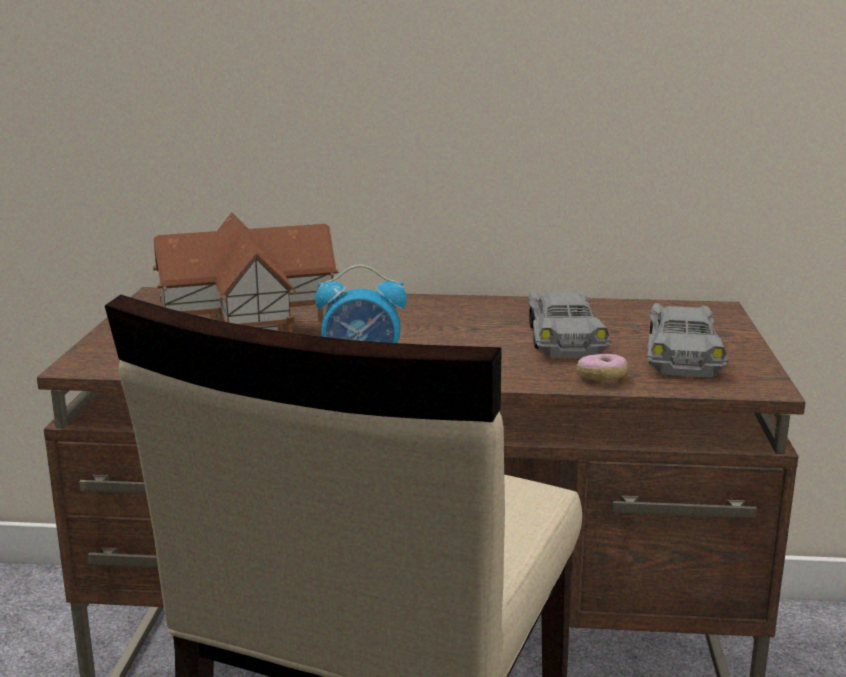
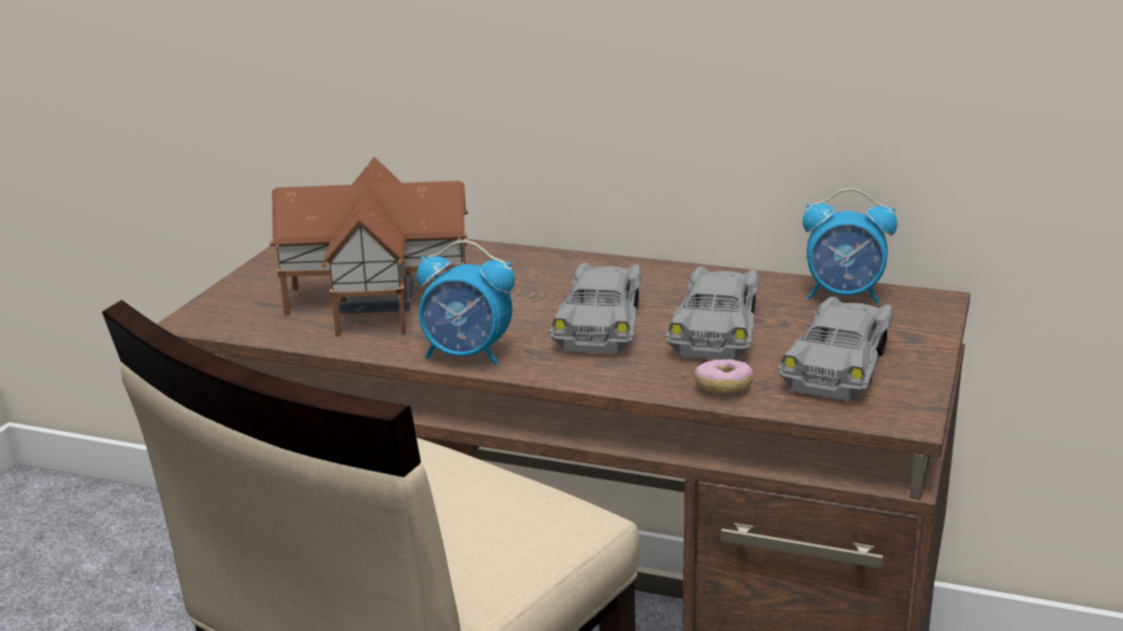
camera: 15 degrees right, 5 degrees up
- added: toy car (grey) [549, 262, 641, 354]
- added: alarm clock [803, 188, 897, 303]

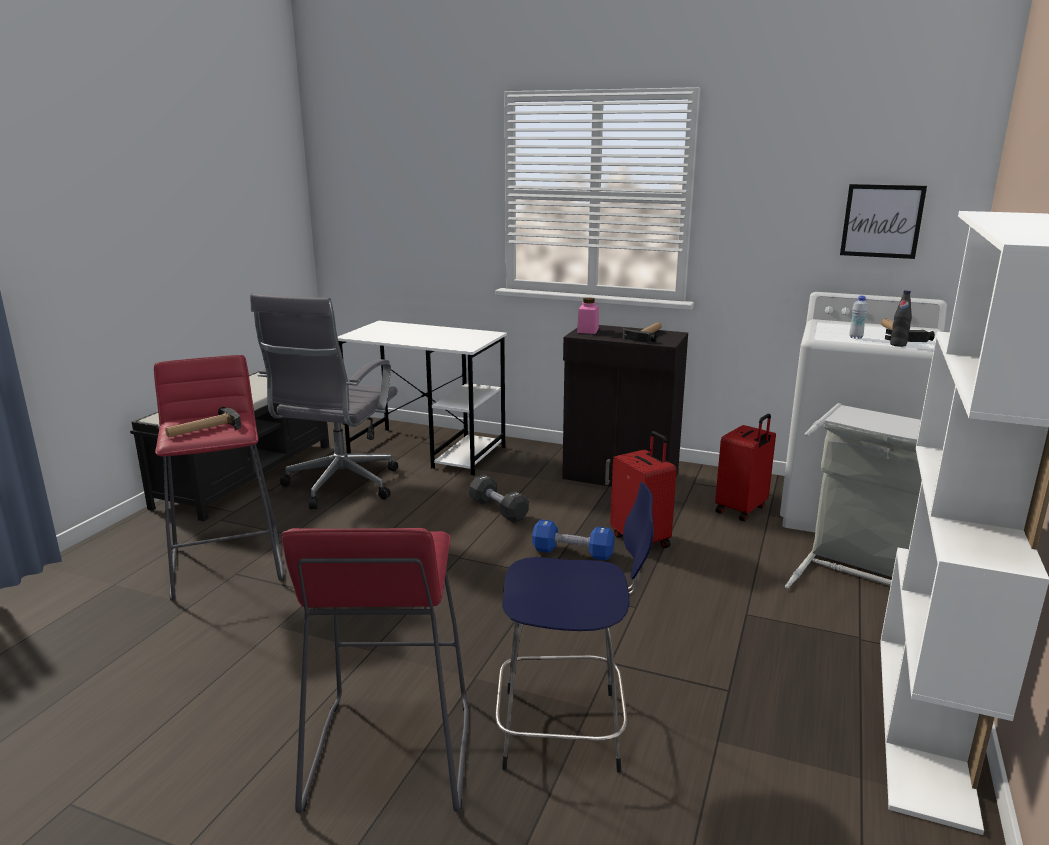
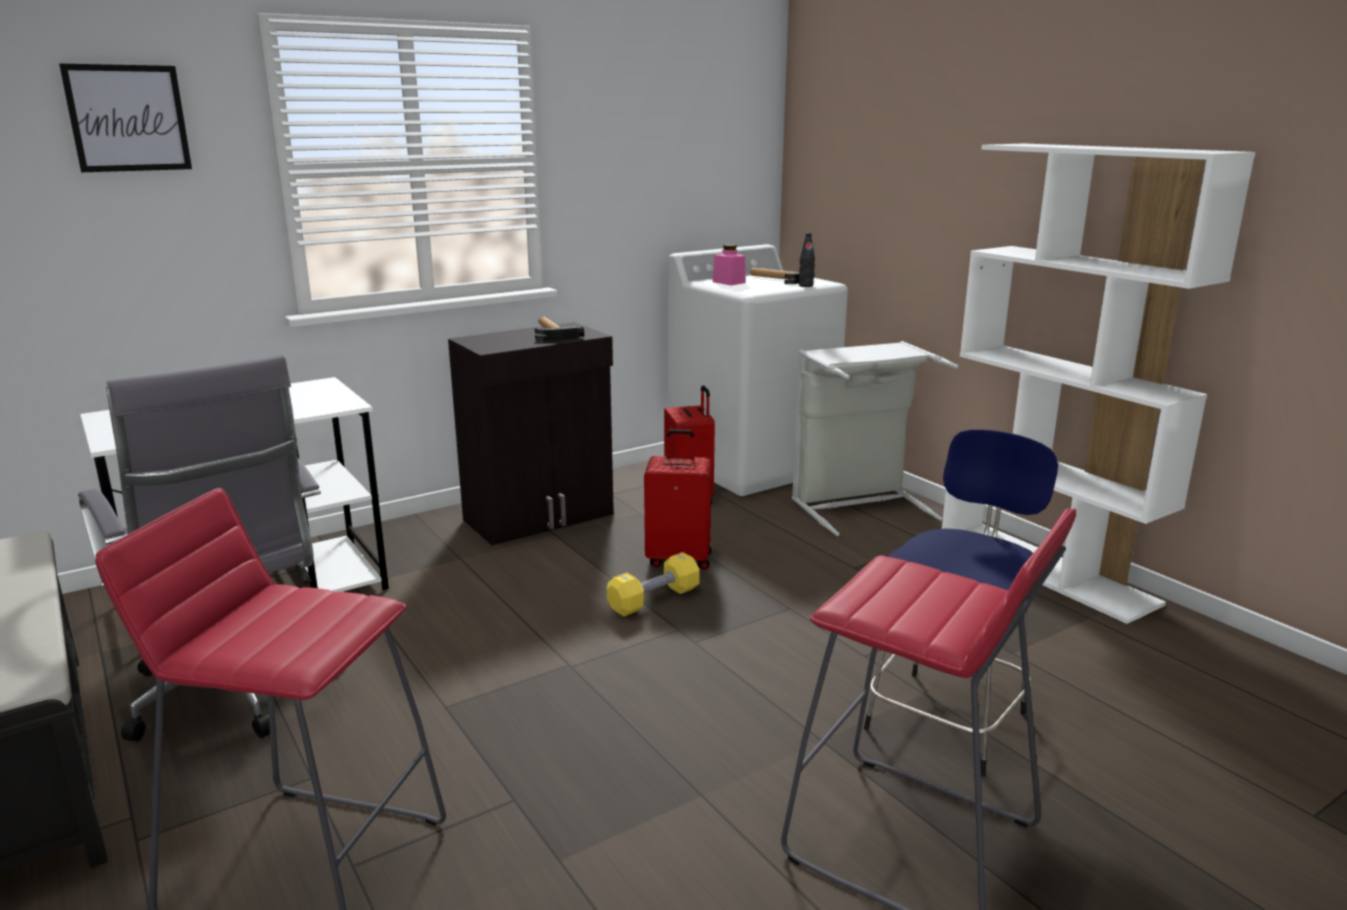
camera: 55 degrees left, 0 degrees up
- moved: picture [840, 184, 927, 259] to [59, 64, 192, 172]
- recoloured: dumbbell (blue) [532, 520, 615, 561] to dumbbell (yellow) [607, 552, 700, 616]
- moved: jar (pink) [577, 298, 599, 334] to [713, 244, 746, 286]
- removed: hammer [165, 407, 241, 438]
- removed: dumbbell (black) [469, 474, 529, 523]
- removed: bottle (white) [849, 296, 868, 339]

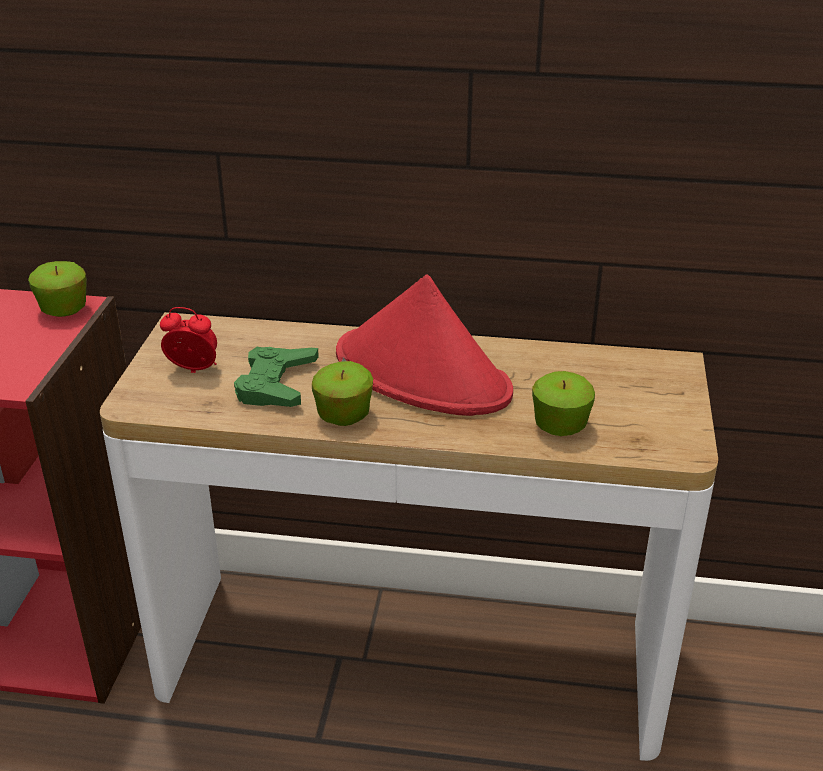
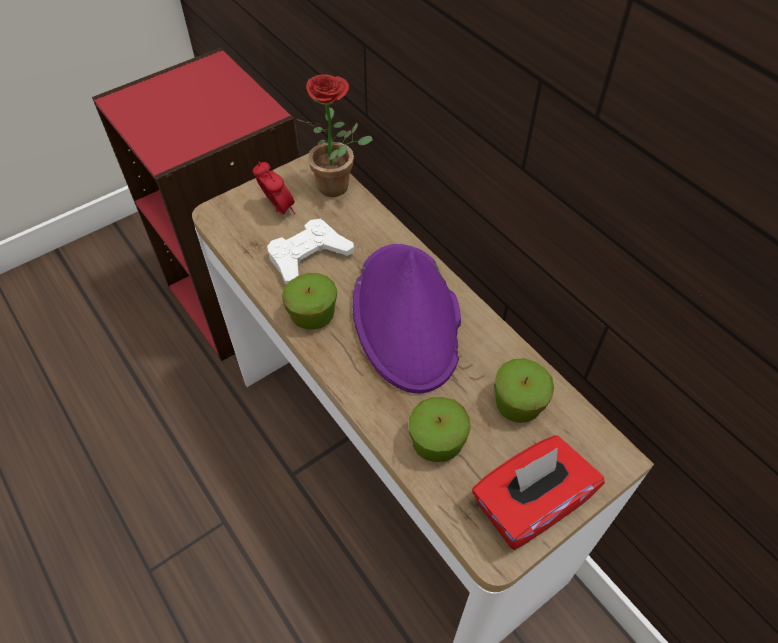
camera: 45 degrees right, 20 degrees up
- recoloured: game controller (green) [234, 347, 319, 407] to game controller (white) [267, 219, 354, 285]
- added: potted plant [299, 75, 373, 197]
- recoloured: hat (red) [336, 274, 513, 416] to hat (purple) [352, 244, 461, 393]
- added: tissue box (red) [472, 435, 605, 550]
- moved: apple [28, 261, 87, 317] to [494, 358, 554, 423]

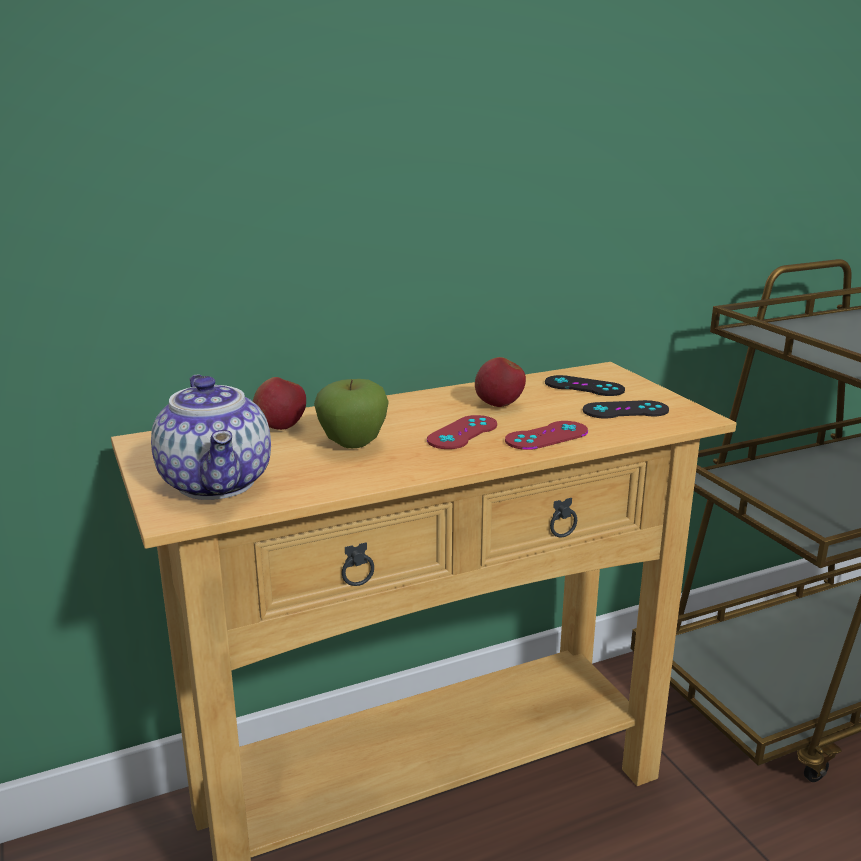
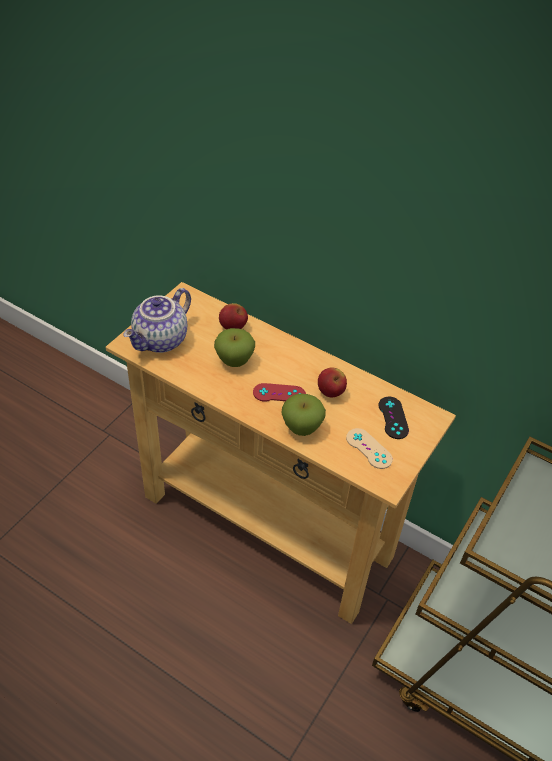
camera: 55 degrees right, 25 degrees up
- replaced: game controller (red) [505, 421, 588, 450] to apple [281, 393, 326, 436]
- recoloured: game controller (black) [583, 400, 669, 418] to game controller (beige) [346, 428, 393, 469]

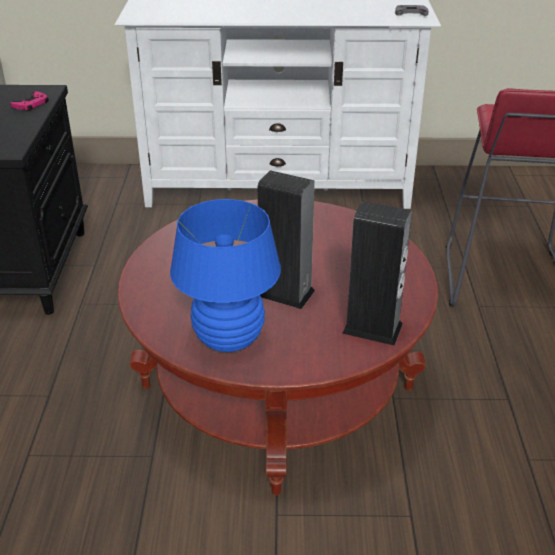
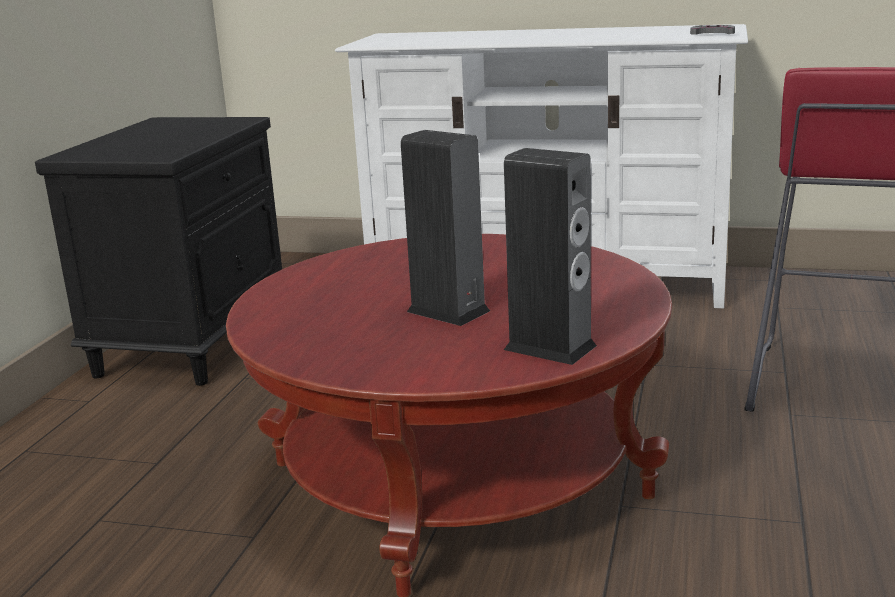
camera: 15 degrees right, 15 degrees down
- removed: game controller (pink) [10, 91, 49, 111]
- removed: table lamp (blue) [170, 199, 281, 352]

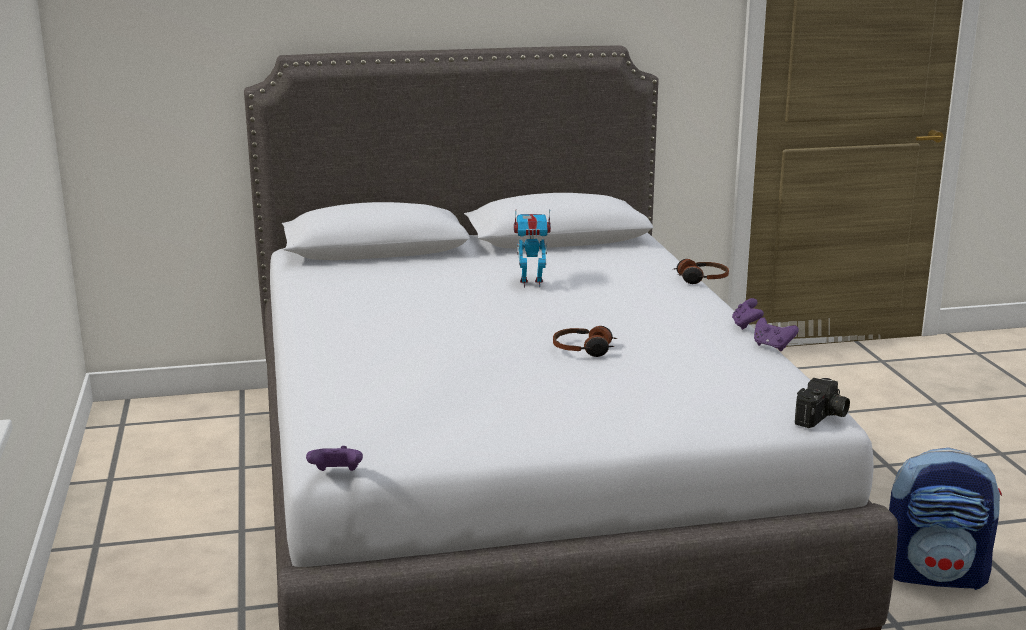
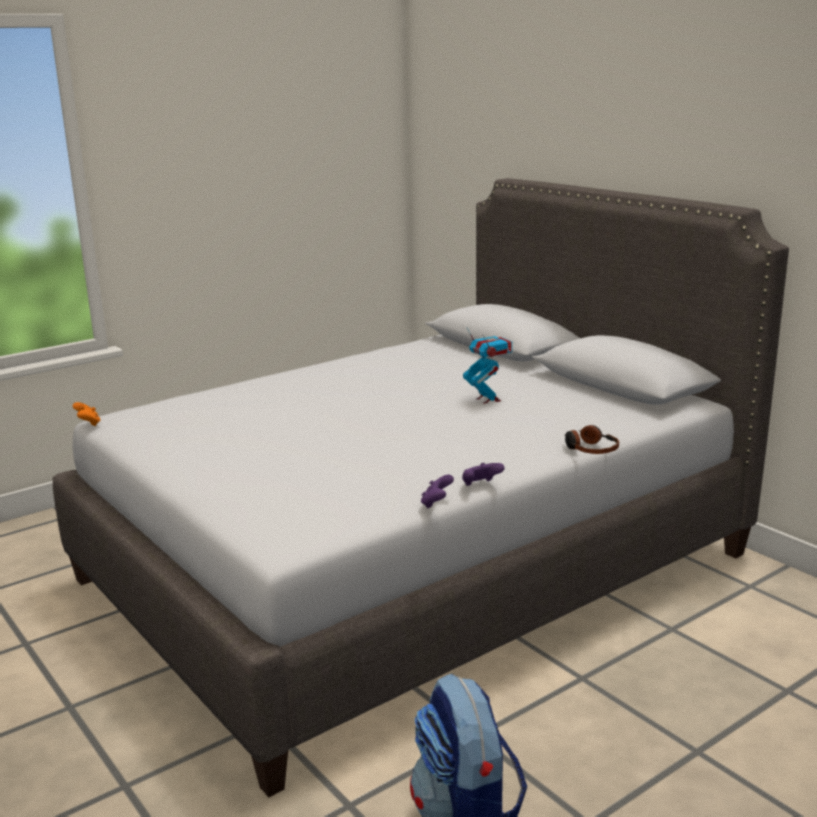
camera: 65 degrees right, 0 degrees up
- recoloured: game controller (purple) [306, 446, 363, 471] to game controller (orange) [73, 402, 100, 426]
- removed: headphones [553, 326, 617, 357]
- removed: photo camera [795, 378, 850, 428]

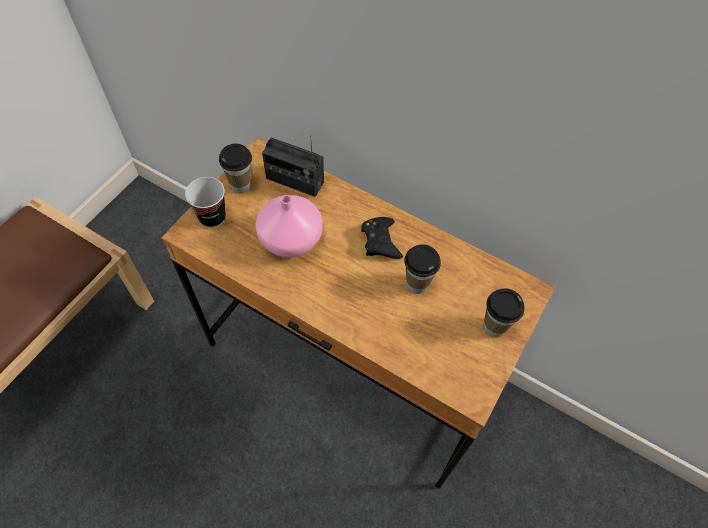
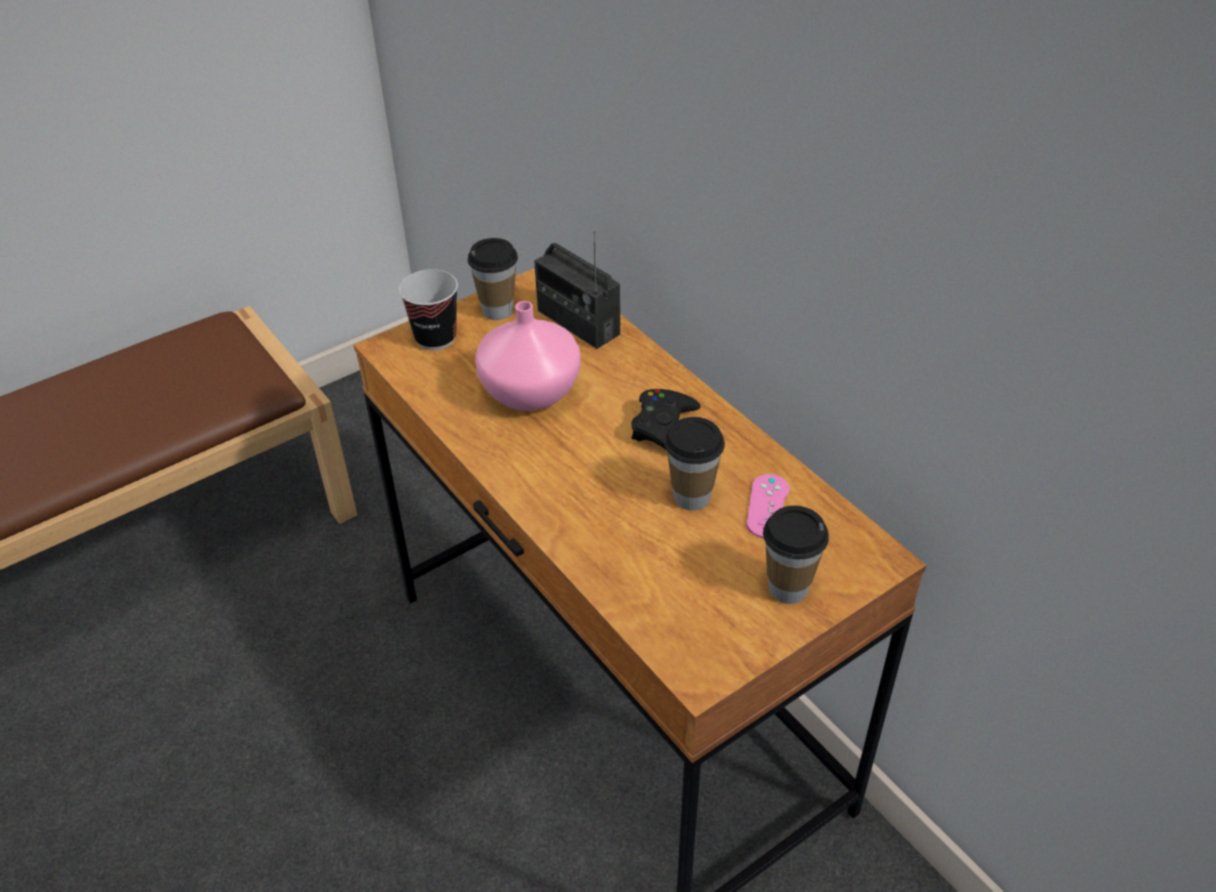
camera: 25 degrees right, 15 degrees down
- added: game controller (pink) [747, 474, 790, 538]

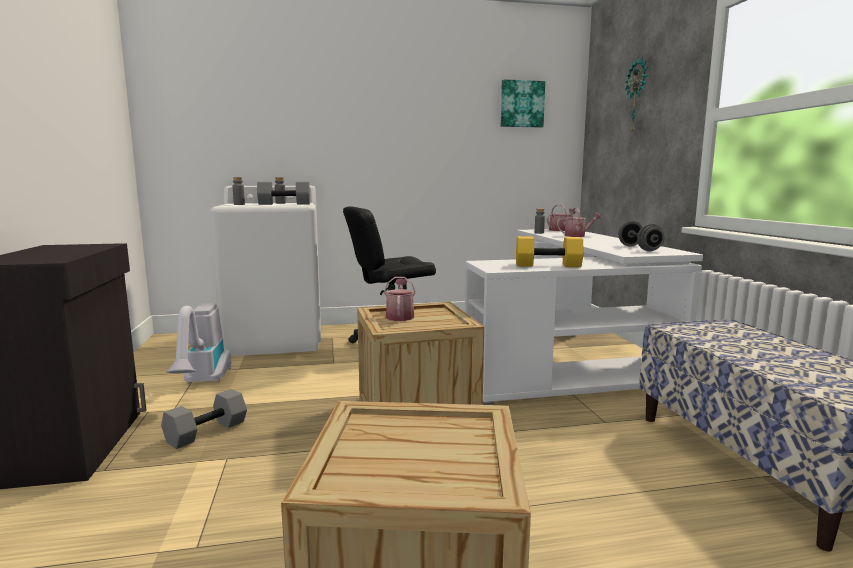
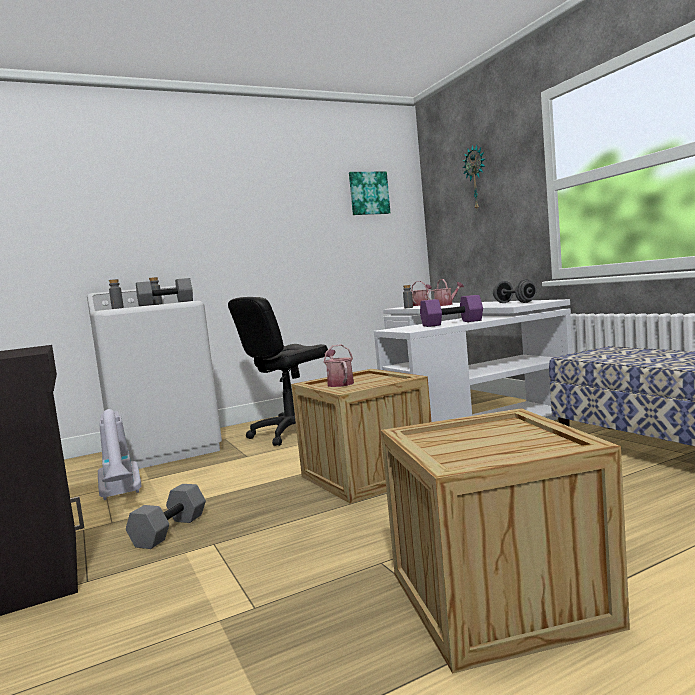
camera: 15 degrees left, 5 degrees down
- recoloured: dumbbell (yellow) [516, 236, 584, 267] to dumbbell (purple) [420, 295, 483, 327]

